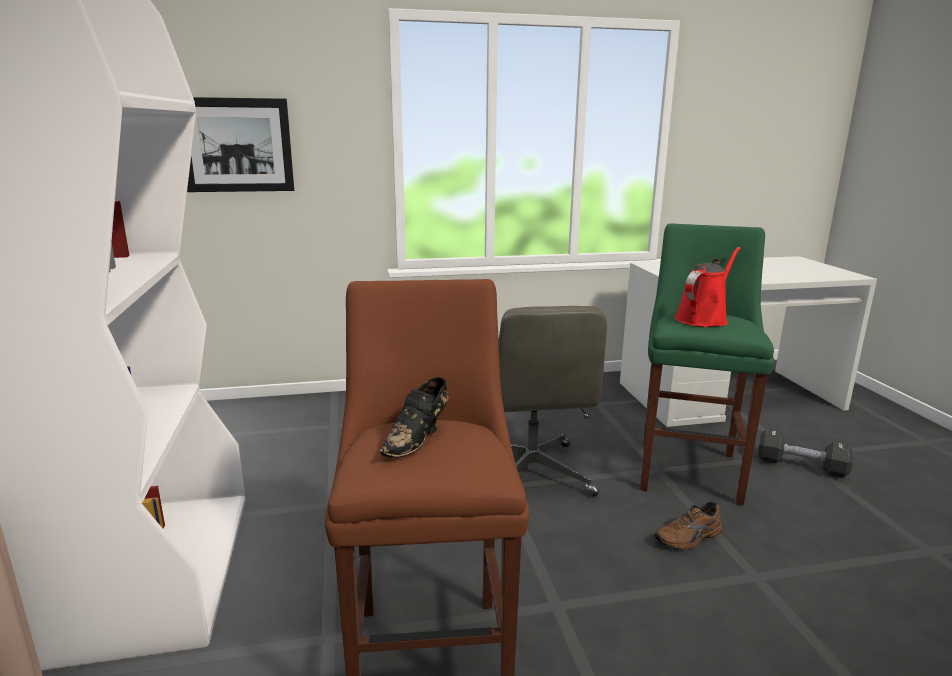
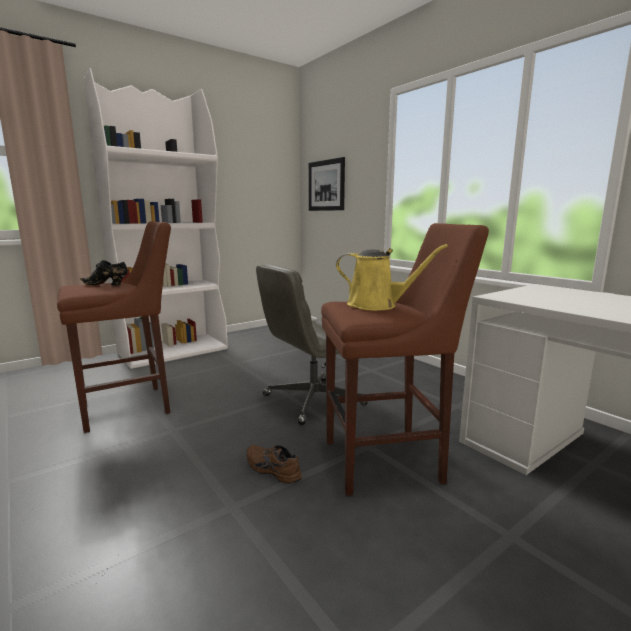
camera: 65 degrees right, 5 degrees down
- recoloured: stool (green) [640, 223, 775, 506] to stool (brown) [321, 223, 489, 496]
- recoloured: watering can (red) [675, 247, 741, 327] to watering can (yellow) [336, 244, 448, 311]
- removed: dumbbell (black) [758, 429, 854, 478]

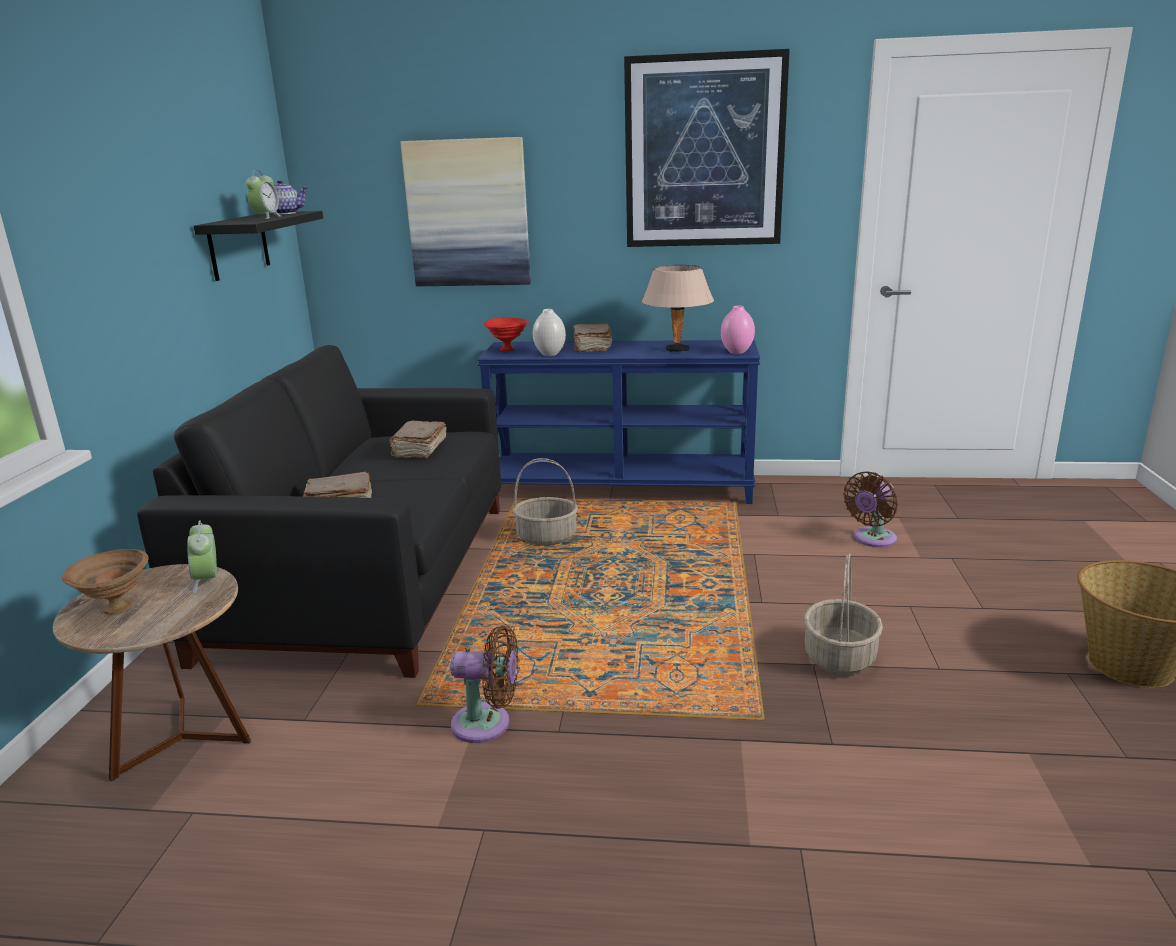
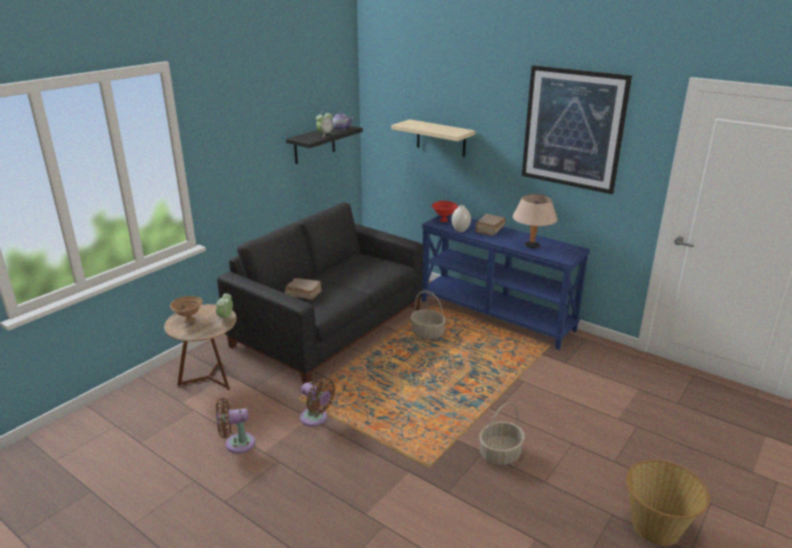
camera: 30 degrees right, 5 degrees up
- moved: fan (brown) [843, 472, 898, 547] to [216, 398, 255, 453]
- replaced: picture [400, 137, 531, 286] to shelf (beige) [391, 119, 475, 157]
- removed: book (brown) [390, 421, 447, 458]
- removed: vase (pink) [721, 306, 755, 354]

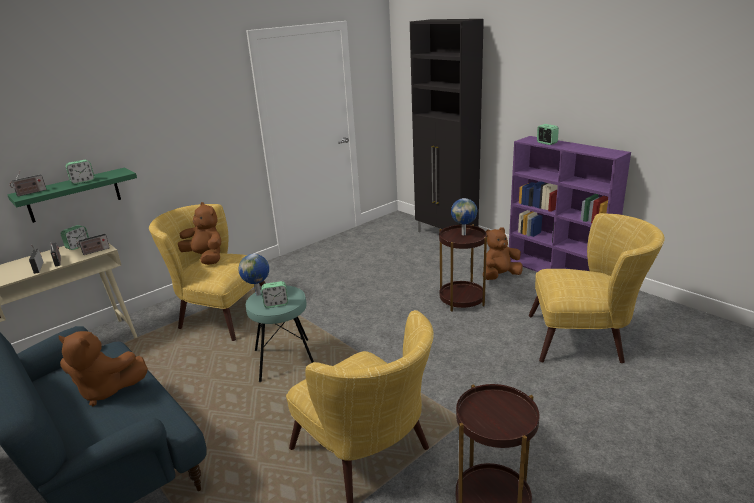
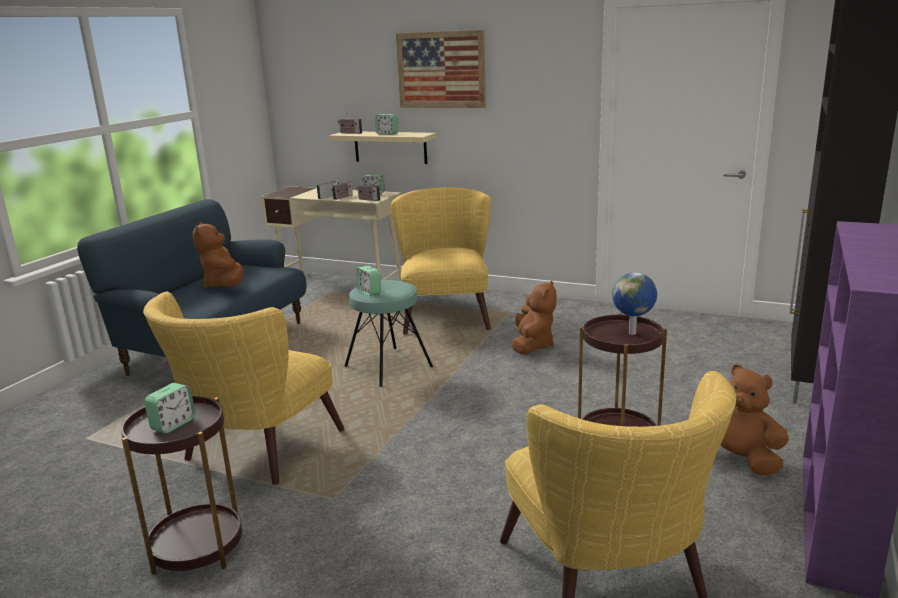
camera: 65 degrees right, 5 degrees down
- moved: alarm clock [537, 124, 559, 145] to [144, 383, 195, 433]
- recoloured: shelf (green) [7, 167, 137, 223] to shelf (beige) [329, 132, 437, 164]
- added: picture [396, 30, 486, 108]
- moved: plush toy (brown) [178, 202, 221, 265] to [511, 280, 557, 355]
- removed: globe [238, 254, 269, 296]

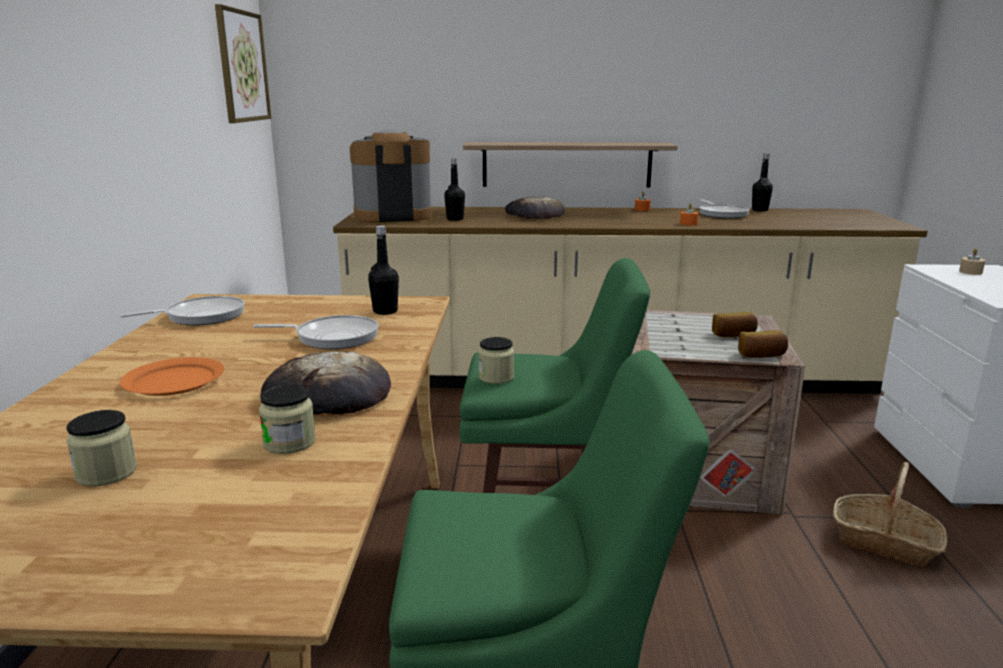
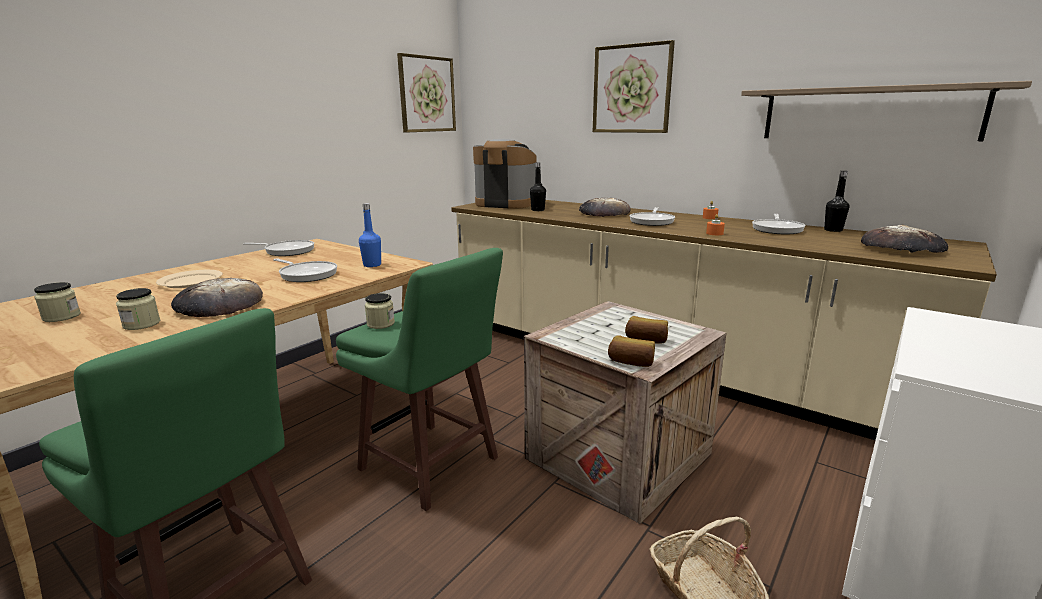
camera: 35 degrees right, 0 degrees up
- recoloured: plate (orange) [120, 357, 224, 396] to plate (beige) [156, 270, 223, 288]
- recoloured: bottle (black) [368, 226, 399, 315] to bottle (blue) [359, 203, 381, 267]
- added: picture [593, 40, 675, 133]
- added: frying pan [630, 207, 675, 226]
- moved: shelf [463, 142, 678, 187] to [741, 81, 1032, 141]
- added: bread [861, 225, 948, 253]
- removed: candle (beige) [959, 248, 985, 275]

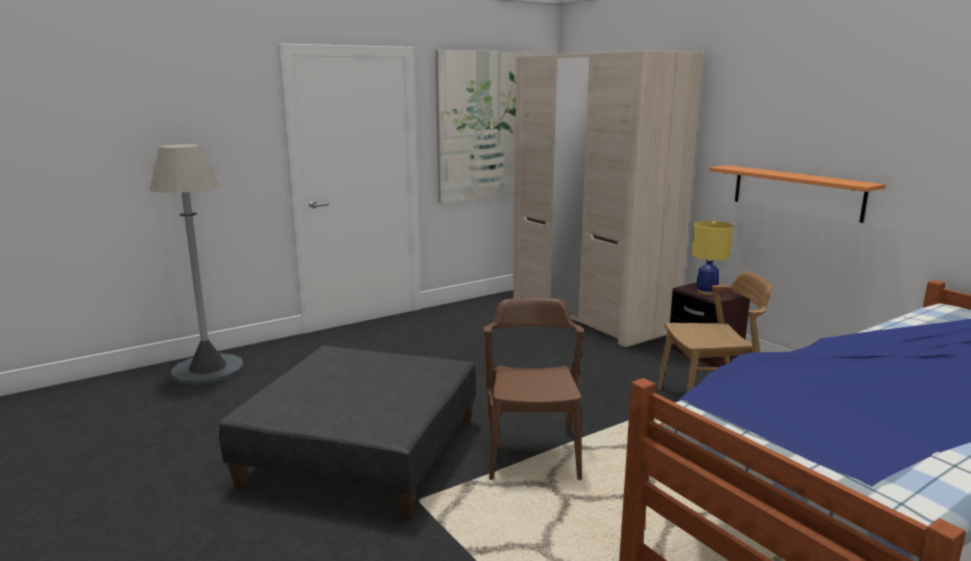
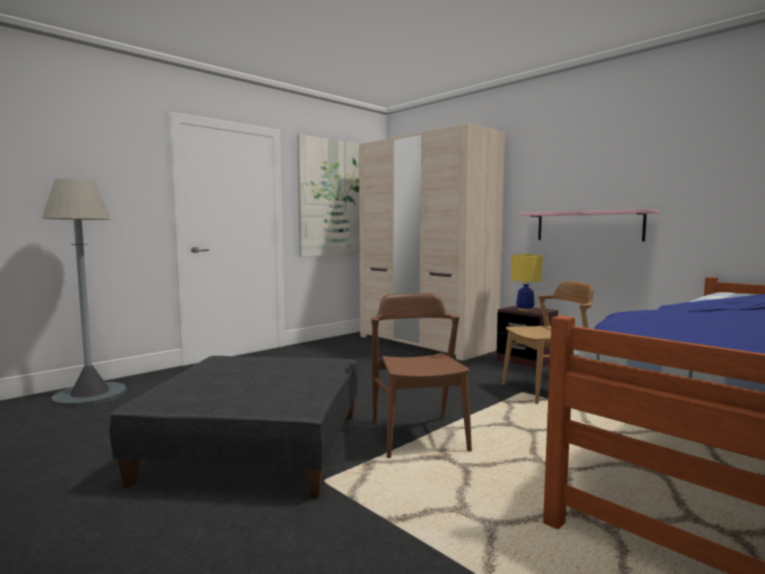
camera: 10 degrees left, 10 degrees down
- recoloured: shelf (orange) [709, 165, 886, 223] to shelf (pink) [519, 209, 660, 242]

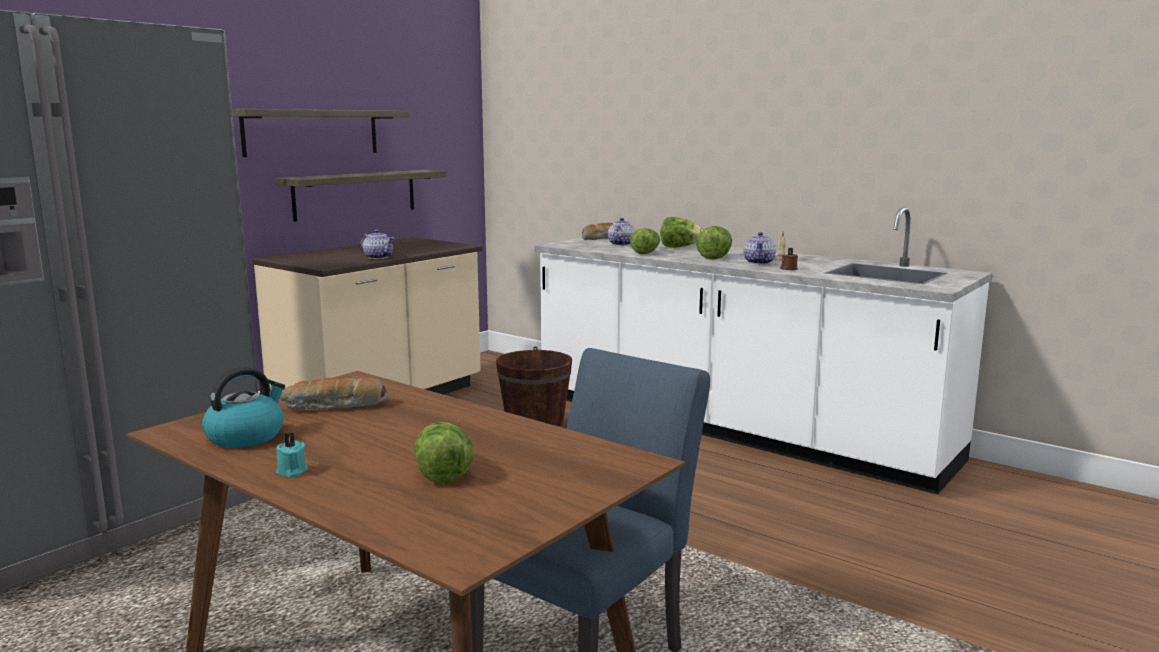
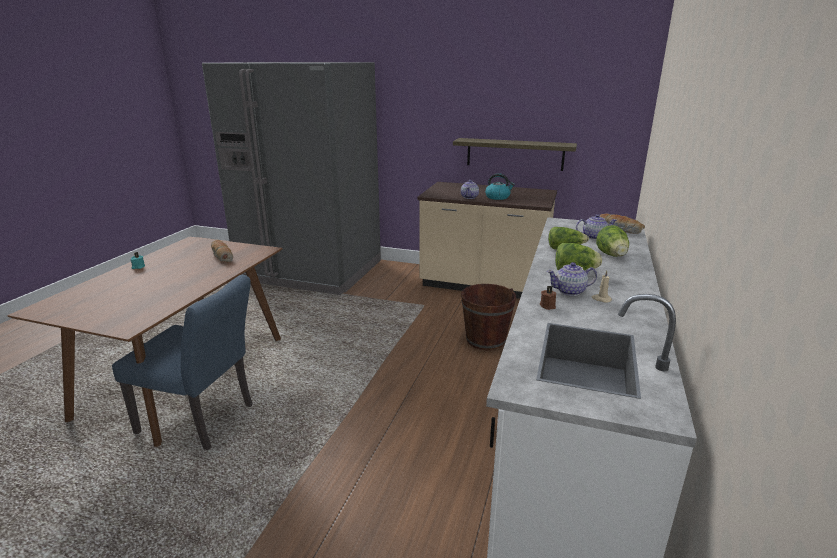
camera: 70 degrees right, 10 degrees up
- moved: kettle [202, 367, 285, 448] to [485, 173, 515, 200]
- removed: shelf [232, 109, 410, 157]
- removed: lettuce [414, 422, 474, 483]

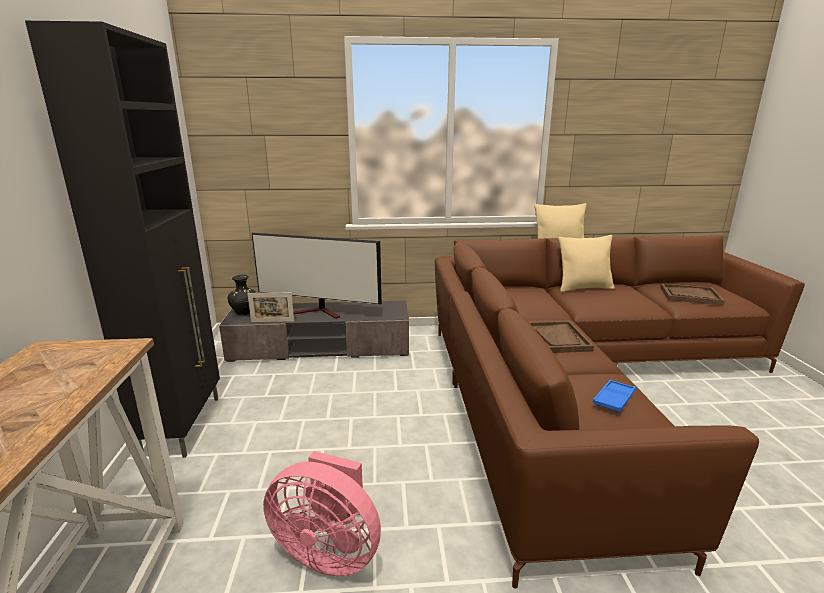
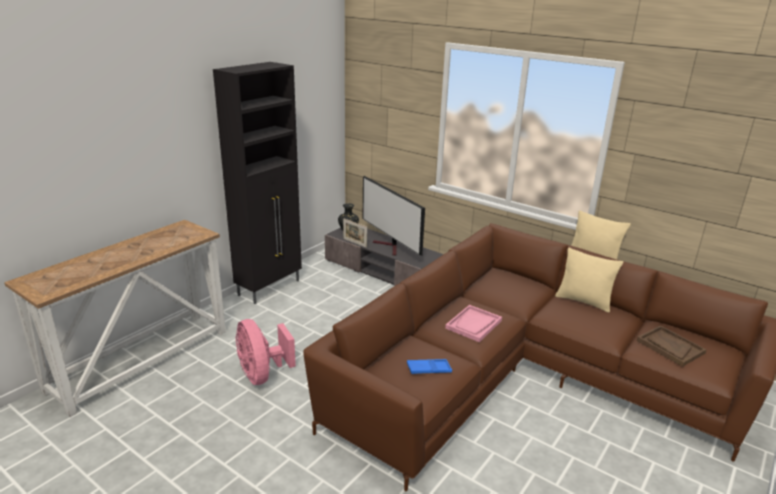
camera: 40 degrees right, 5 degrees up
- recoloured: tray (brown) [529, 321, 594, 353] to tray (pink) [445, 305, 502, 342]

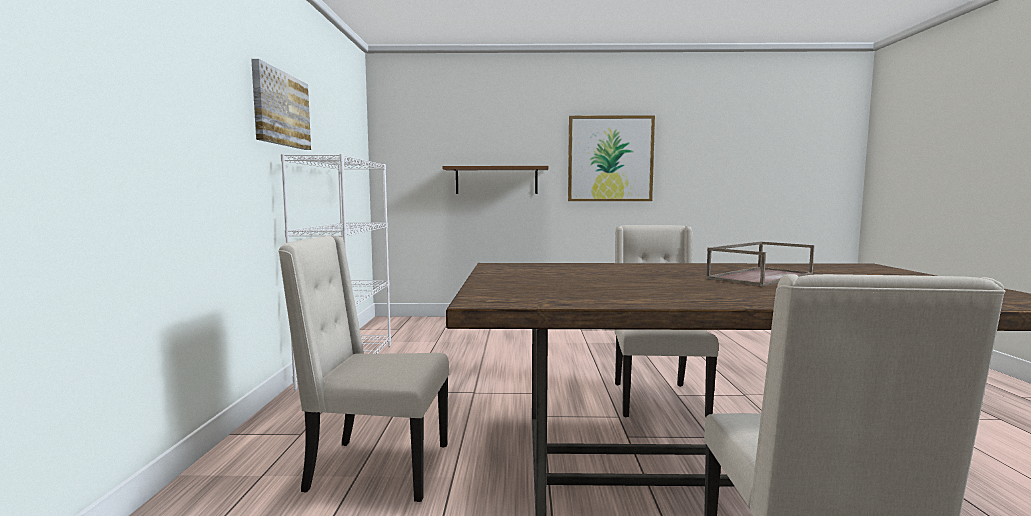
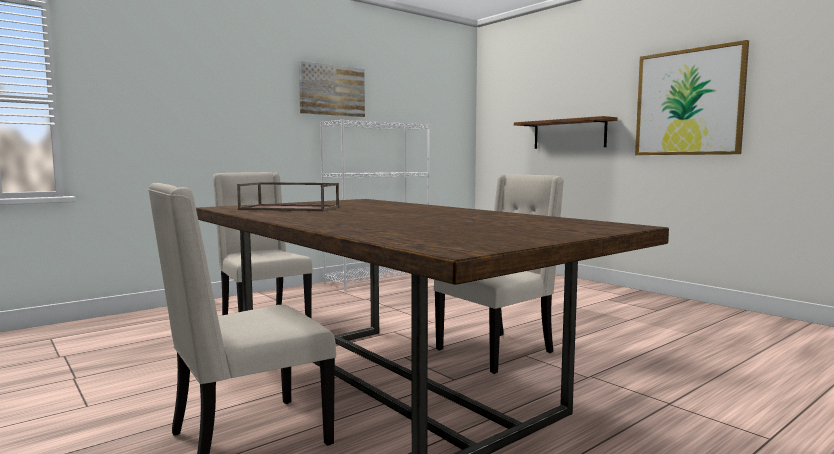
camera: 50 degrees right, 0 degrees up
- moved: tray (brown) [706, 242, 815, 287] to [237, 182, 340, 211]

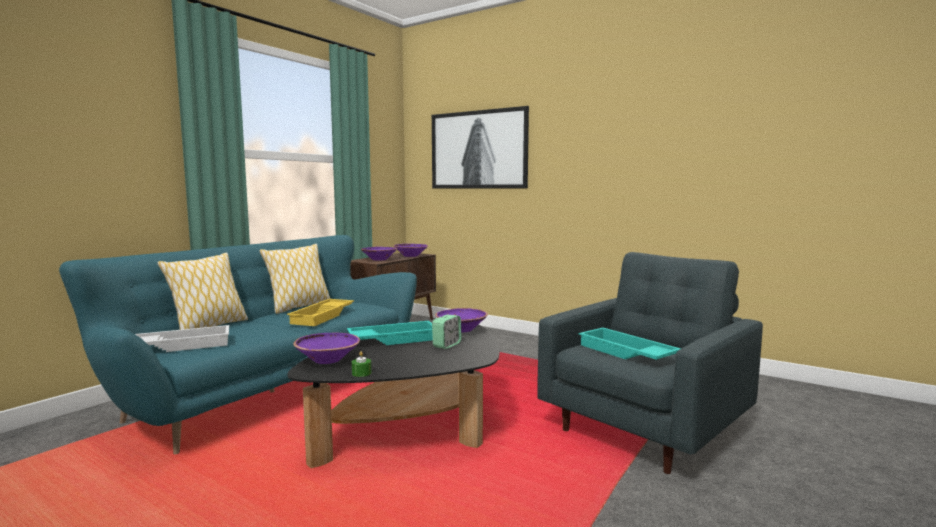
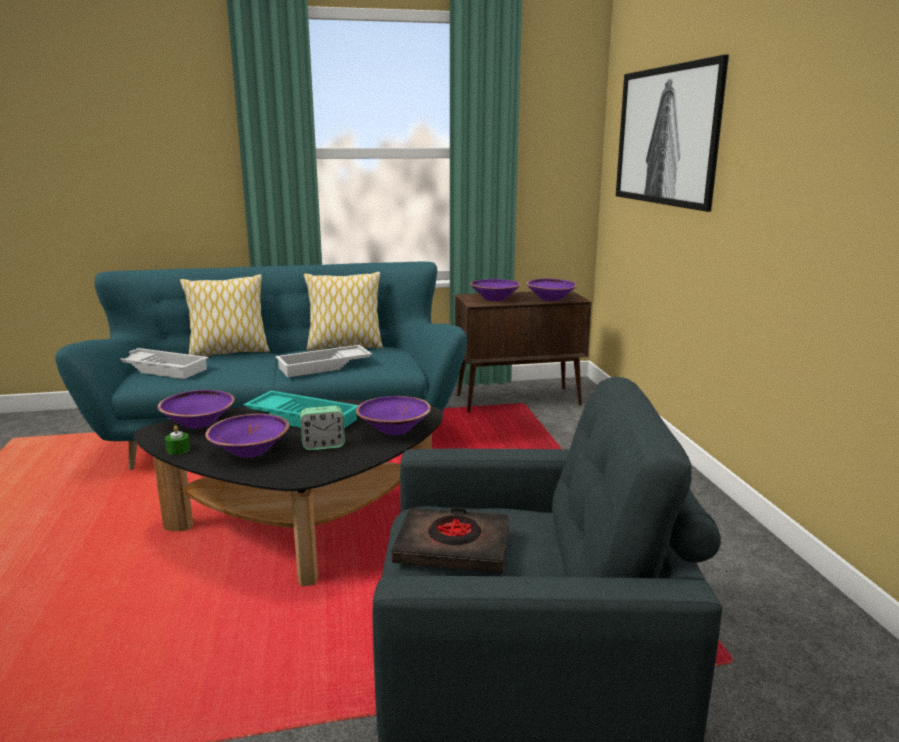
camera: 45 degrees right, 10 degrees up
- added: bowl (purple) [205, 414, 289, 458]
- recoloured: tray (yellow) [287, 299, 354, 326] to tray (white) [276, 345, 372, 377]
- replaced: tray (turquoise) [579, 328, 681, 360] to book (black) [392, 507, 509, 573]

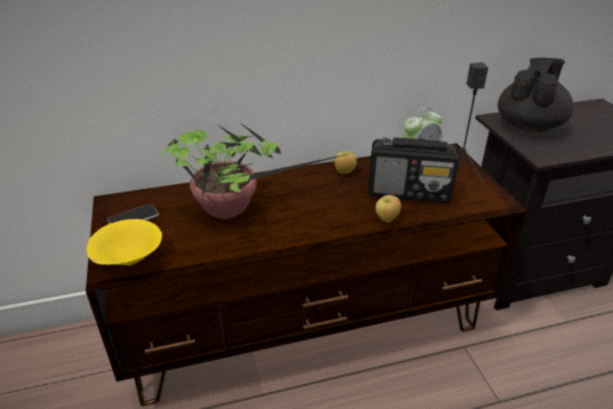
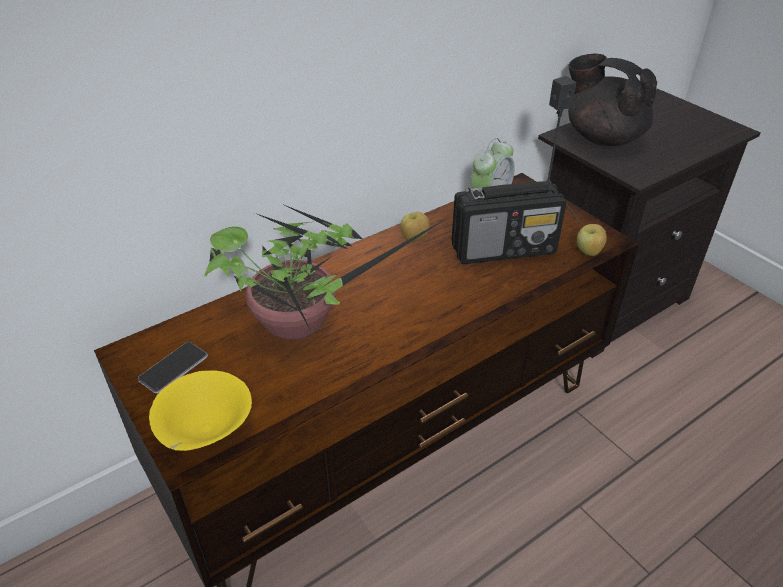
camera: 20 degrees left, 5 degrees up
- turned: teapot (black) [498, 58, 573, 132] = [568, 53, 657, 146] 60 degrees counterclockwise
- moved: apple [375, 195, 401, 222] to [577, 224, 607, 256]

